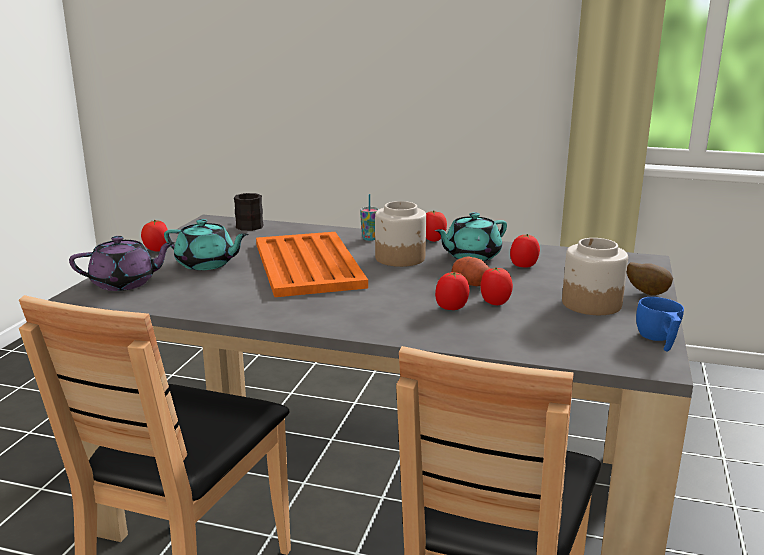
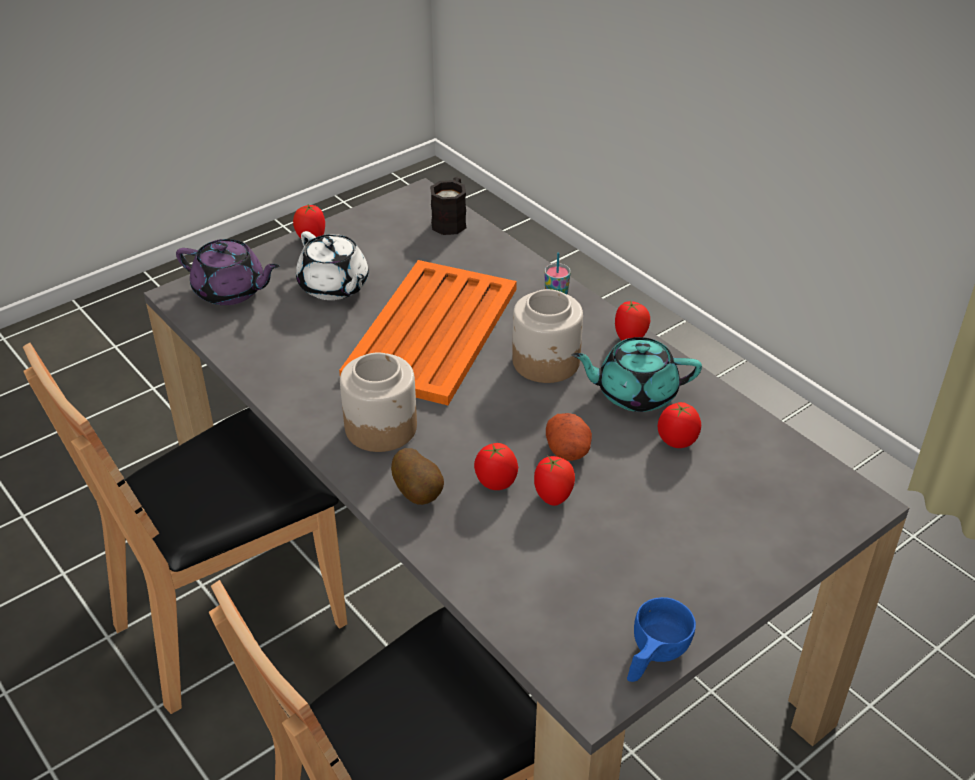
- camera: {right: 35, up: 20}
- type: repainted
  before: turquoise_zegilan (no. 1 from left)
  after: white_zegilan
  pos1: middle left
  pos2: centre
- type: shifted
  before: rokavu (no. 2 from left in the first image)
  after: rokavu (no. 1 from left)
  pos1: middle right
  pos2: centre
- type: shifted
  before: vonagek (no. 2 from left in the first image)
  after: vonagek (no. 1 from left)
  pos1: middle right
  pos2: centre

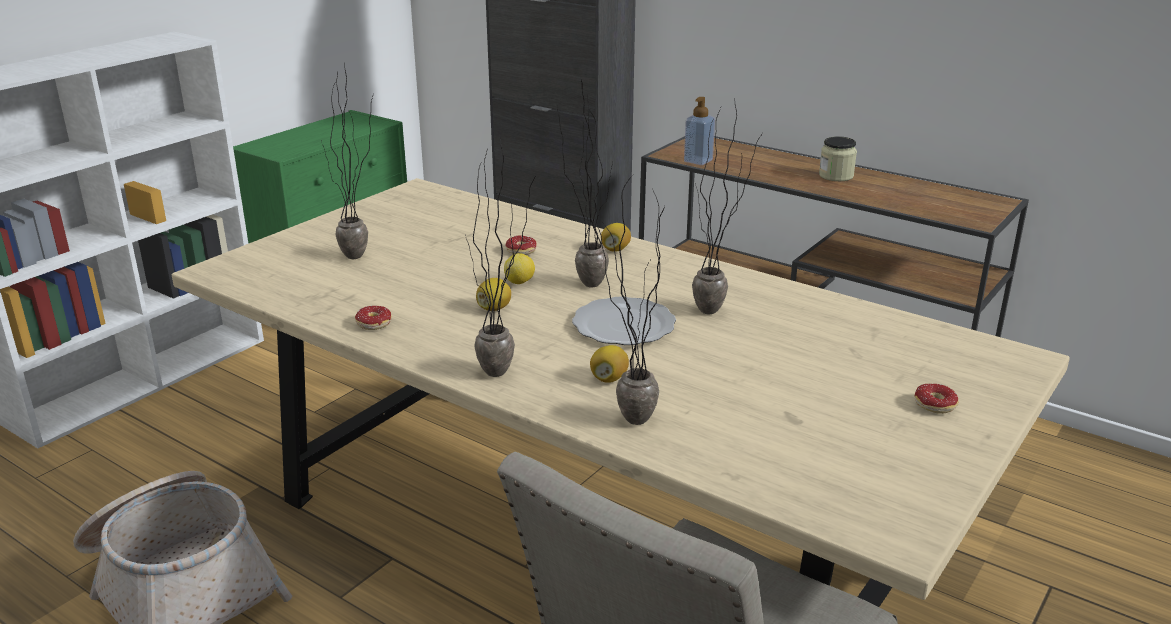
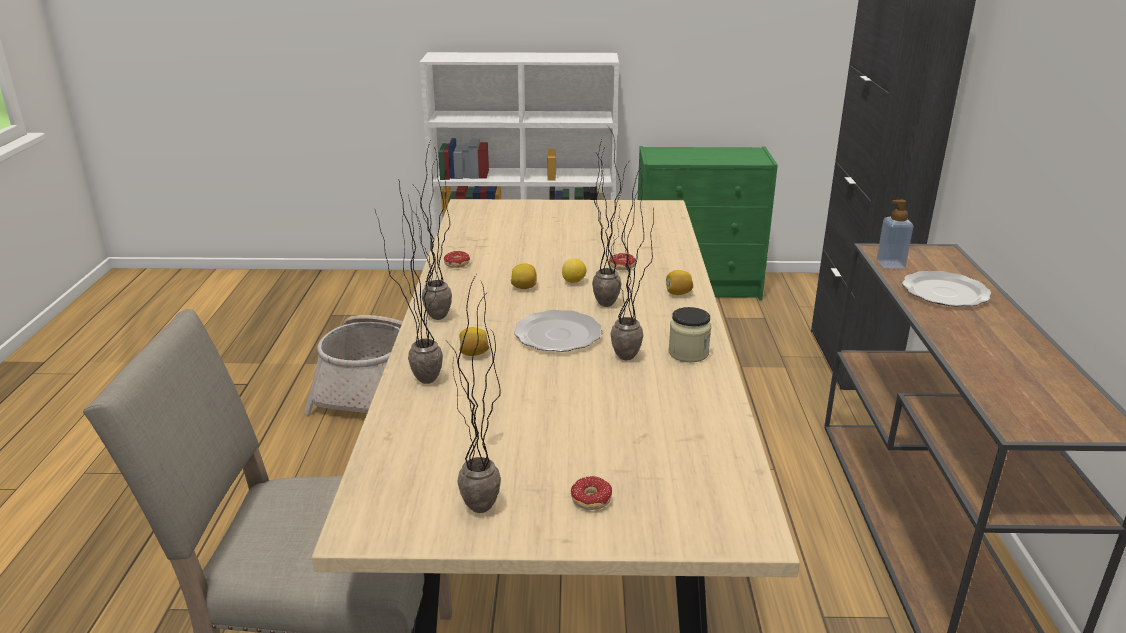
- camera: {right: 55, up: 0}
- type: shifted
  before: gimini (no. 1 from left in the first image)
  after: gimini (no. 3 from left)
  pos1: top left
  pos2: centre
- type: shifted
  before: rokavu
  pos1: top right
  pos2: centre
- type: new
  after: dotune (no. 2 from left)
  pos2: middle right

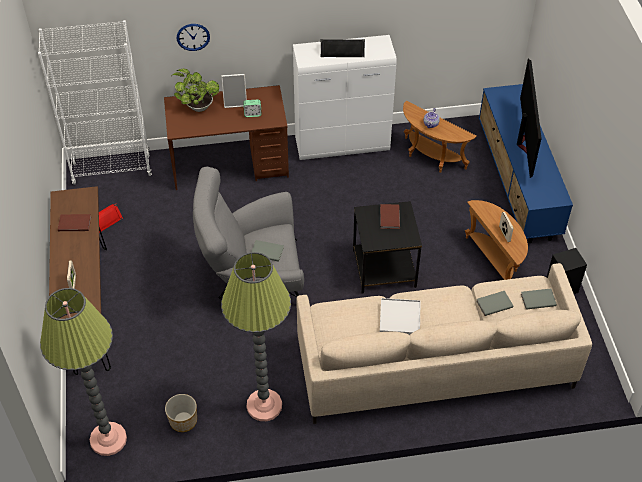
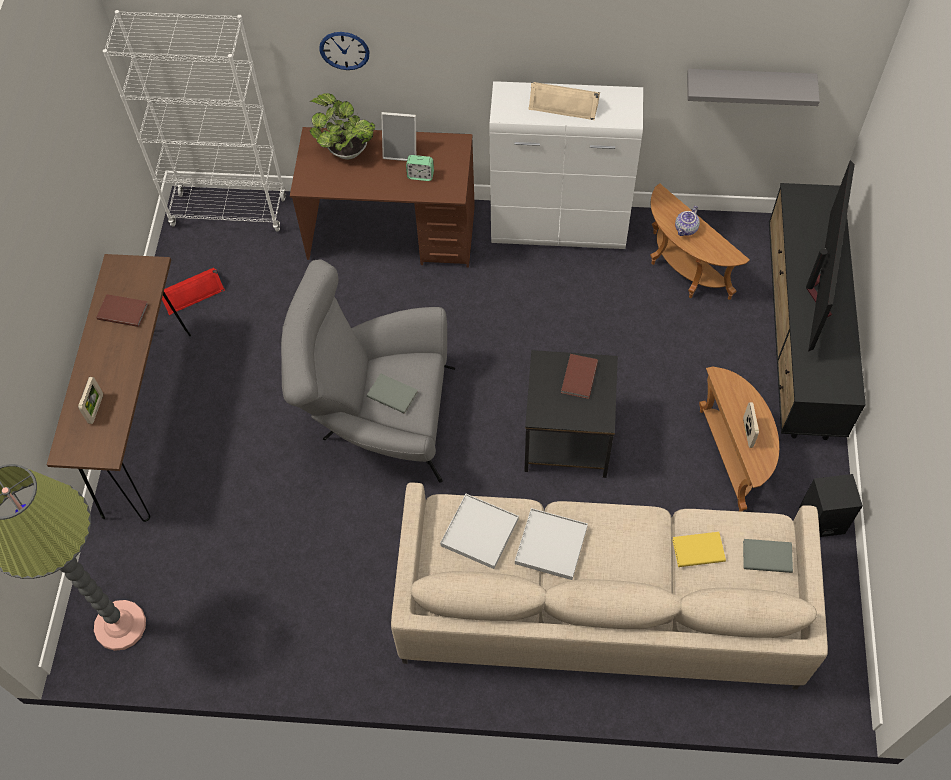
- camera: {right: 15, up: 10}
- type: gone
  before: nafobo
  pos1: bottom left
- type: gone
  before: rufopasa (no. 2 from left)
  pos1: bottom centre
- type: repainted
  before: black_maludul (no. 1 from left)
  after: beige_maludul
  pos1: top centre
  pos2: top centre
- type: repainted
  before: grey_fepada (no. 2 from left)
  after: yellow_fepada
  pos1: middle right
  pos2: bottom right
- type: repainted
  before: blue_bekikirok
  after: black_bekikirok
  pos1: middle right
  pos2: middle right
- type: new
  after: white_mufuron (no. 1 from left)
  pos2: bottom centre
- type: new
  after: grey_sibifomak
  pos2: top right

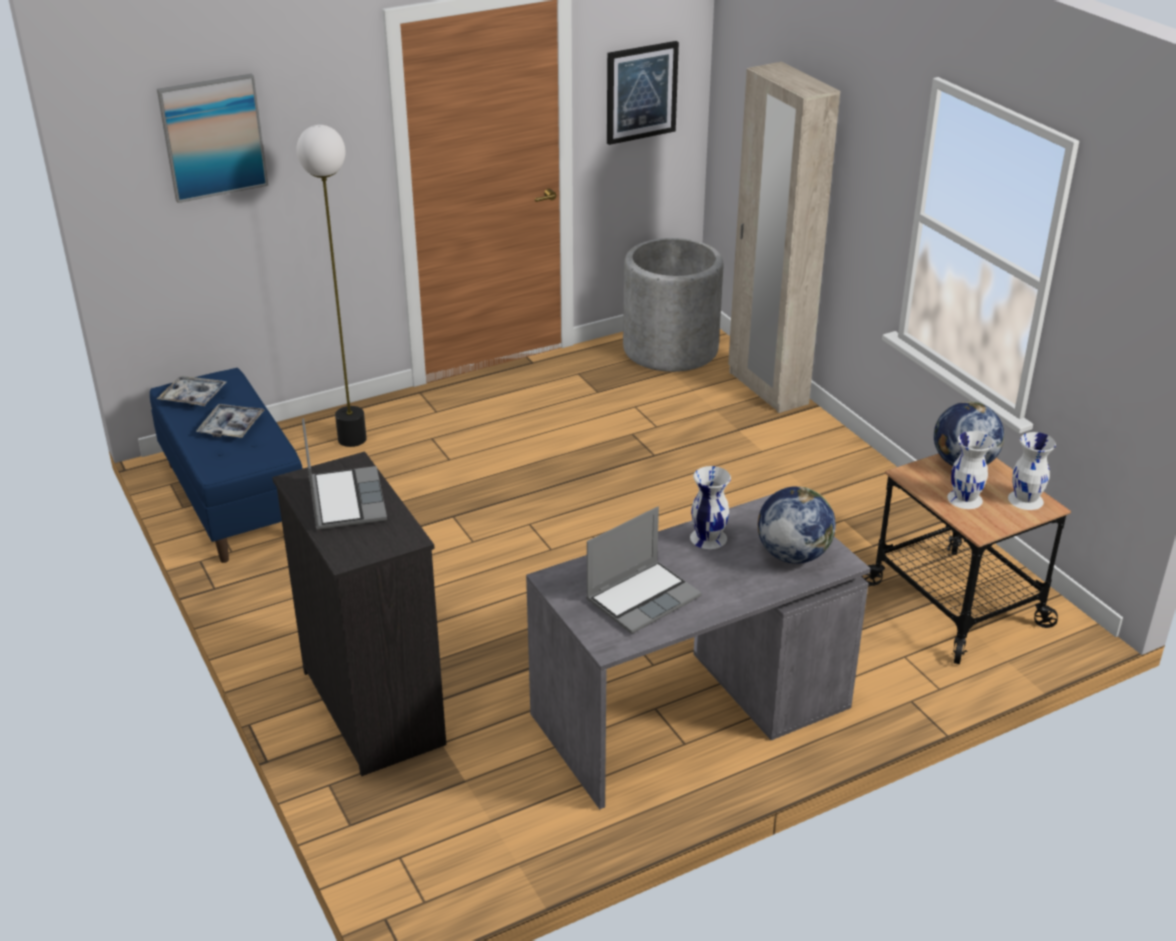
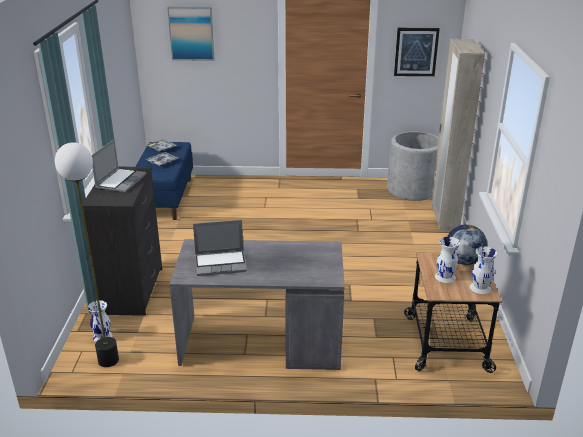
- camera: {right: 30, up: -5}
- type: shifted
  before: rufopasa
  pos1: top left
  pos2: middle left
- type: shifted
  before: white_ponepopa (no. 1 from left)
  pos1: centre
  pos2: bottom left
- type: gone
  before: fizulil (no. 1 from left)
  pos1: middle right

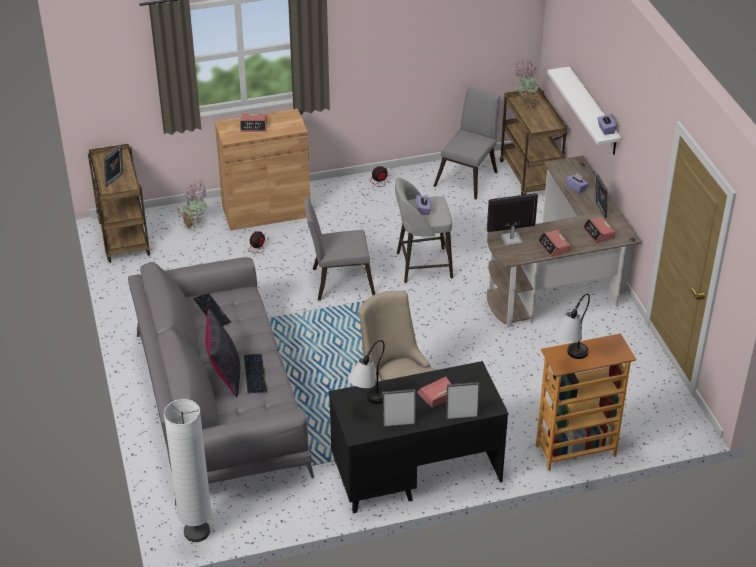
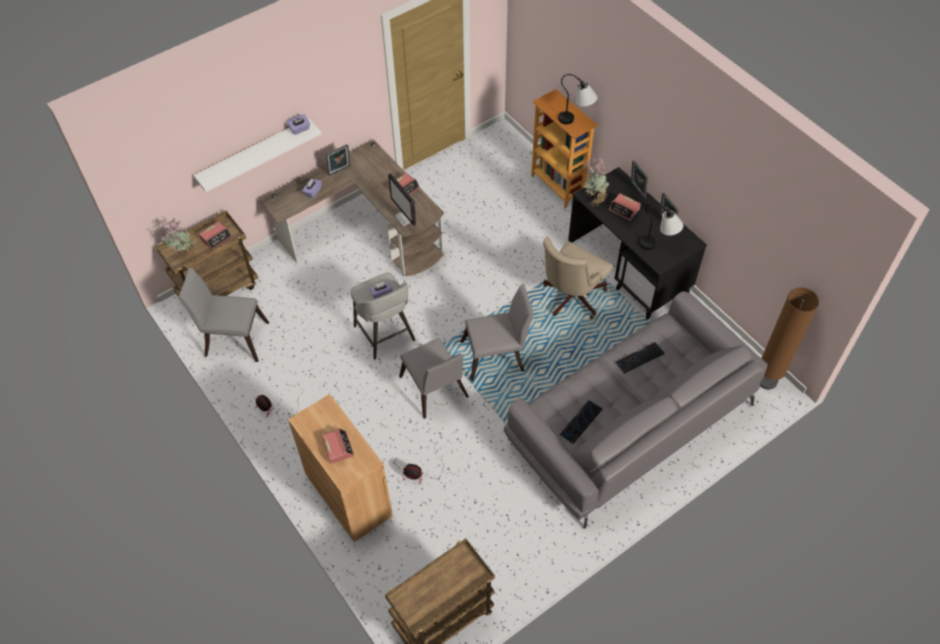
- camera: {right: -110, up: 15}
- type: gone
  before: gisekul (no. 1 from left)
  pos1: top left
- type: repainted
  before: white_rufopasa
  after: brown_rufopasa
  pos1: bottom left
  pos2: middle right
- type: shifted
  before: gimini (no. 1 from left in the first image)
  after: gimini (no. 2 from left)
  pos1: middle left
  pos2: top centre
- type: gone
  before: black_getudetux
  pos1: middle left
- type: shifted
  before: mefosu (no. 4 from left in the first image)
  after: mefosu (no. 1 from left)
  pos1: middle right
  pos2: middle left
- type: new
  after: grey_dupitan (no. 3 from left)
  pos2: centre

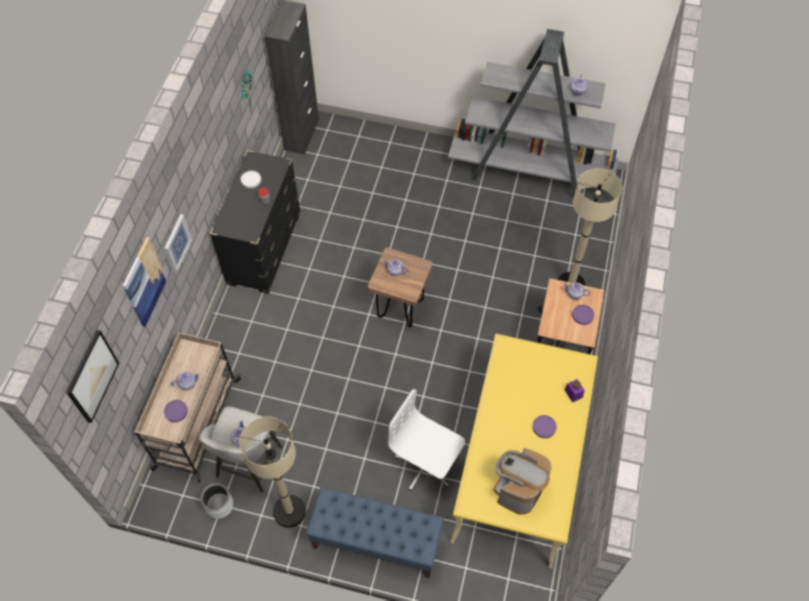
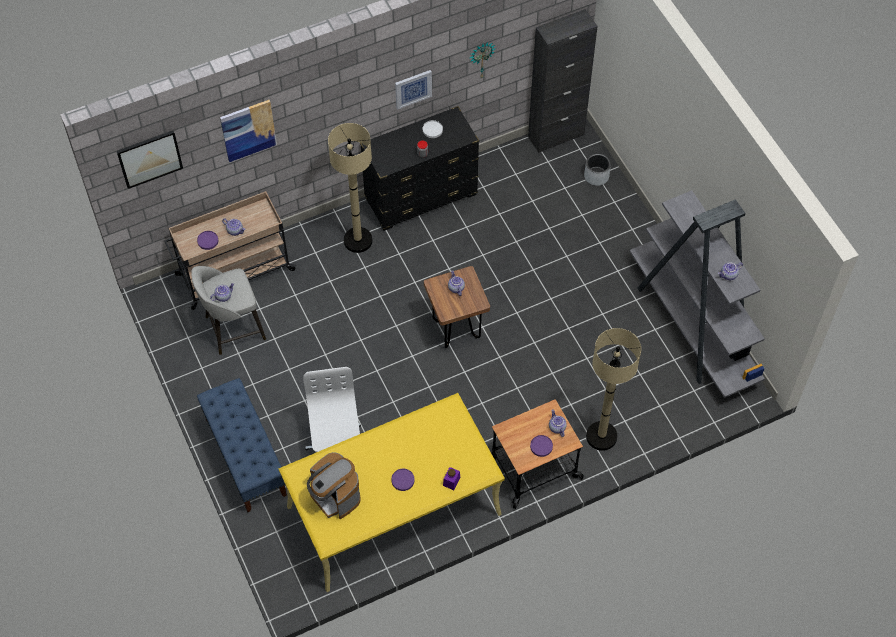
- camera: {right: 50, up: 0}
- type: shifted
  before: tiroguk (no. 3 from left)
  pos1: middle left
  pos2: top centre
- type: shifted
  before: grey_nafobo
  pos1: bottom left
  pos2: top centre
- type: shifted
  before: beige_rufopasa (no. 1 from left)
  pos1: bottom centre
  pos2: top centre
- type: rotated
  before: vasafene
  pos1: bottom centre
  pos2: bottom centre
  turn: -120

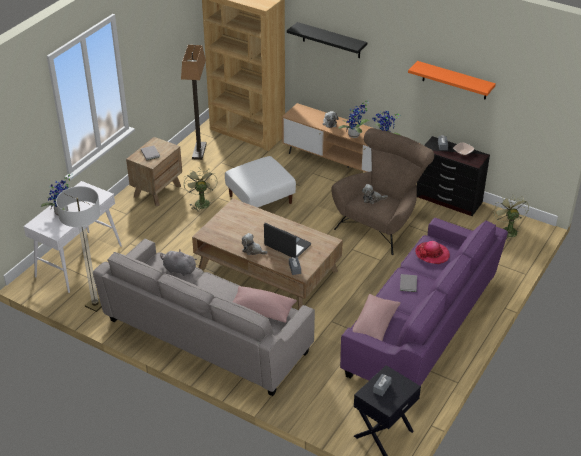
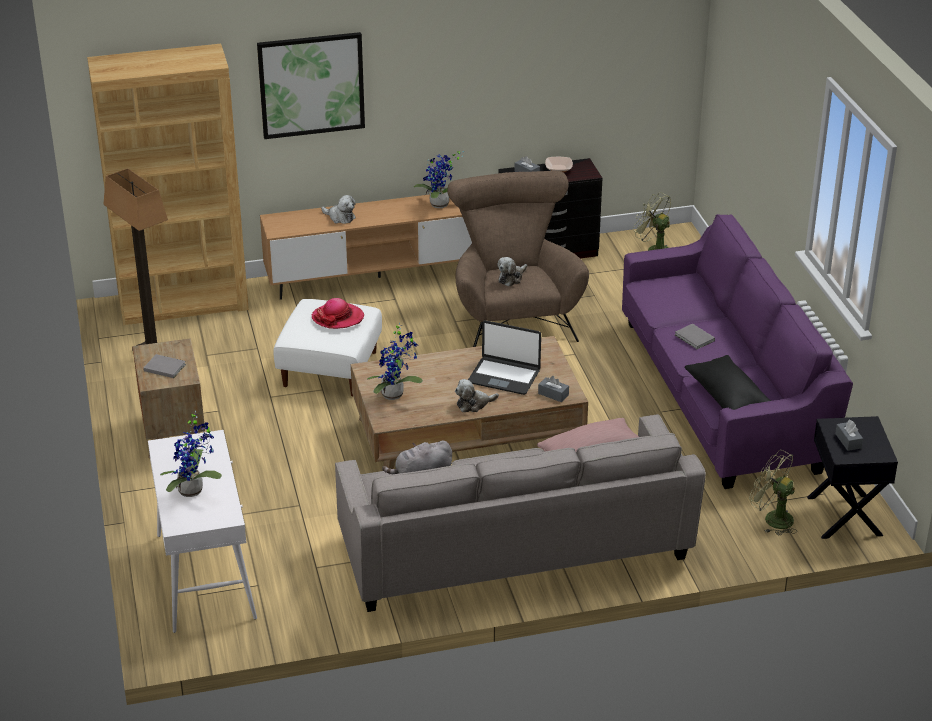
- camera: {right: -45, up: -5}
- type: gone
  before: rufopasa (no. 1 from left)
  pos1: middle left
- type: shifted
  before: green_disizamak (no. 1 from left in the first image)
  after: green_disizamak (no. 2 from left)
  pos1: centre
  pos2: bottom right
- type: rotated
  before: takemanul
  pos1: centre
  pos2: centre
  turn: -150
- type: swapped
  before: black_sibifomak
  after: tiroguk
  pos1: top centre
  pos2: top centre
- type: shifted
  before: gimini (no. 2 from left)
  pos1: top centre
  pos2: centre
- type: repainted
  before: pink_getudetux (no. 2 from left)
  after: black_getudetux
  pos1: bottom centre
  pos2: middle right
- type: gone
  before: orange_sibifomak
  pos1: top right
- type: shifted
  before: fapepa
  pos1: middle right
  pos2: centre

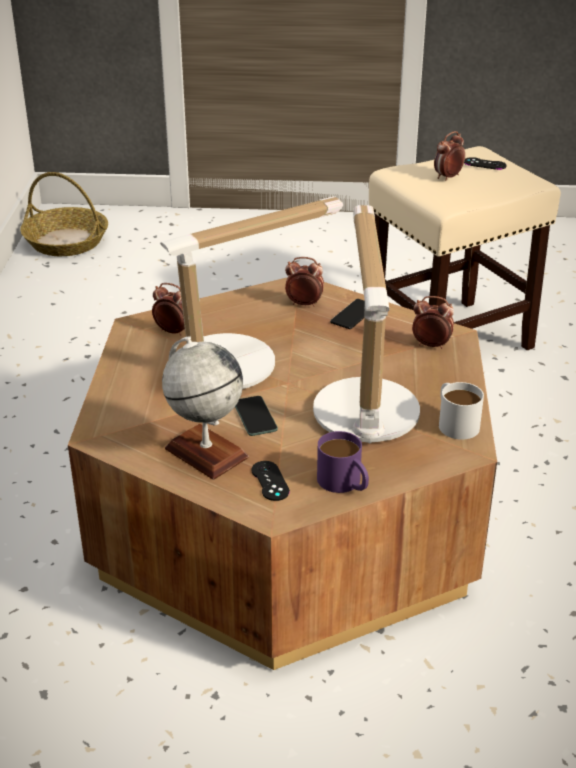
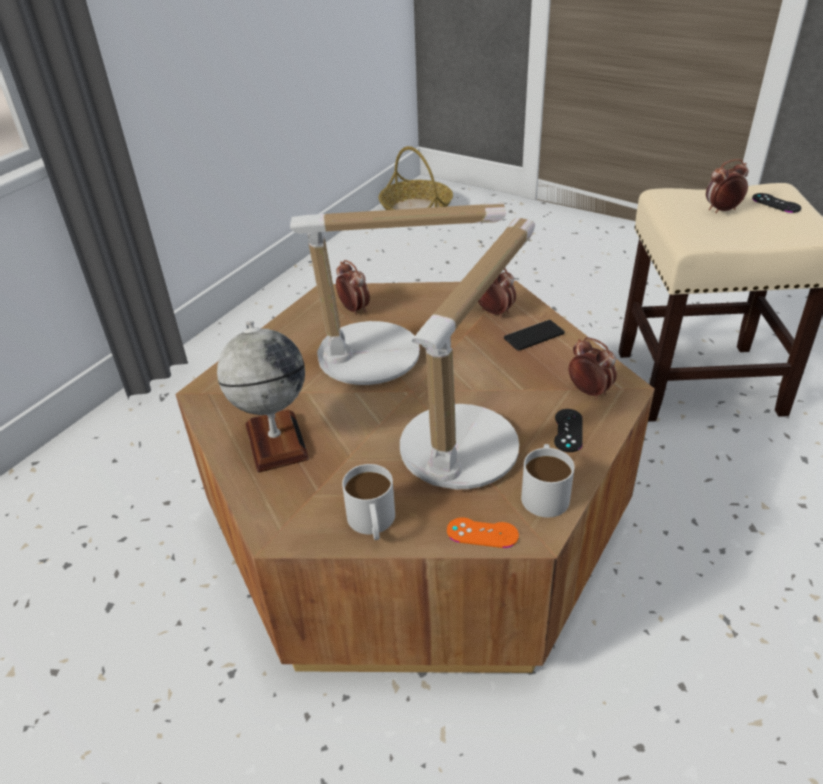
- camera: {right: 30, up: 5}
- type: gone
  before: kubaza (no. 1 from left)
  pos1: centre
- type: shifted
  before: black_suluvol (no. 1 from left)
  pos1: centre
  pos2: middle right
- type: repainted
  before: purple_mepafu
  after: white_mepafu (no. 1 from left)
  pos1: centre
  pos2: centre
- type: new
  after: orange_suluvol
  pos2: bottom centre

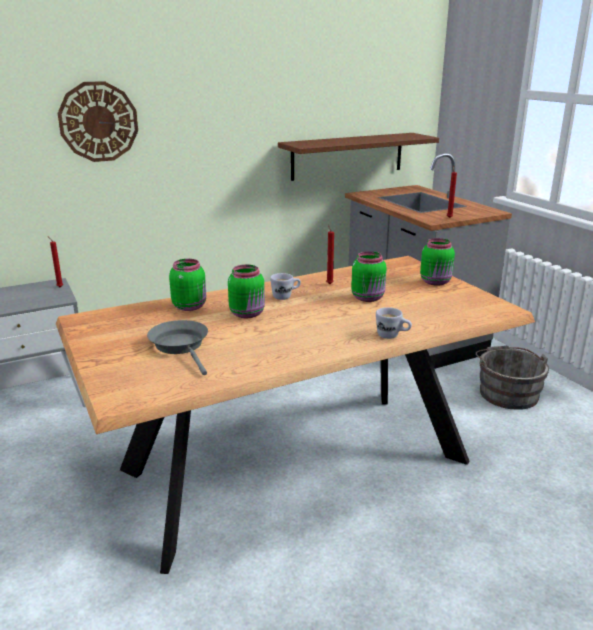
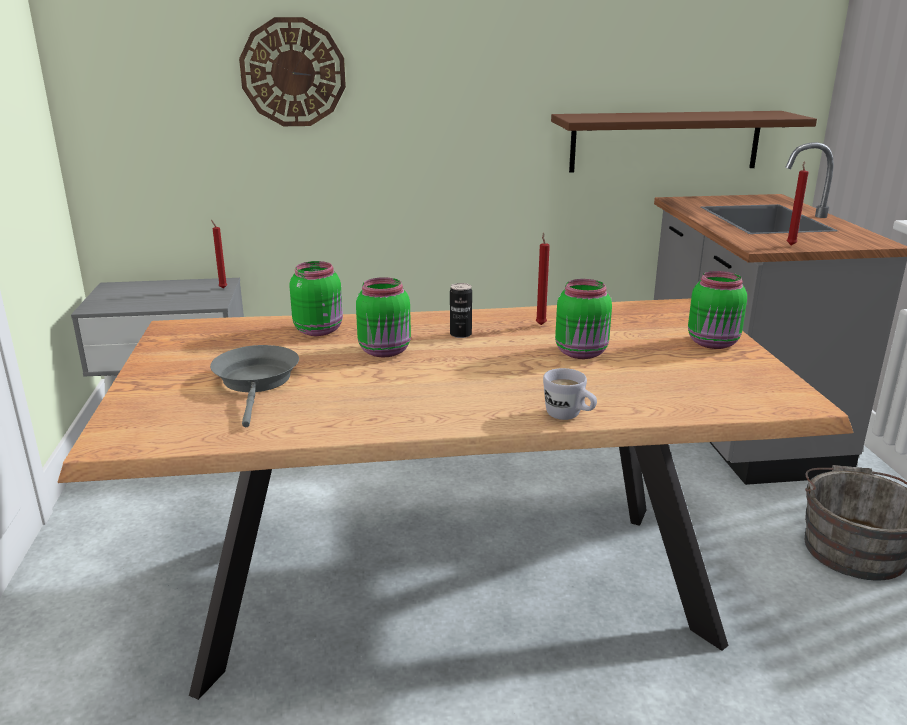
- camera: {right: 20, up: 0}
- type: swapped
  before: white_mepafu (no. 1 from left)
  after: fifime
  pos1: centre
  pos2: centre

